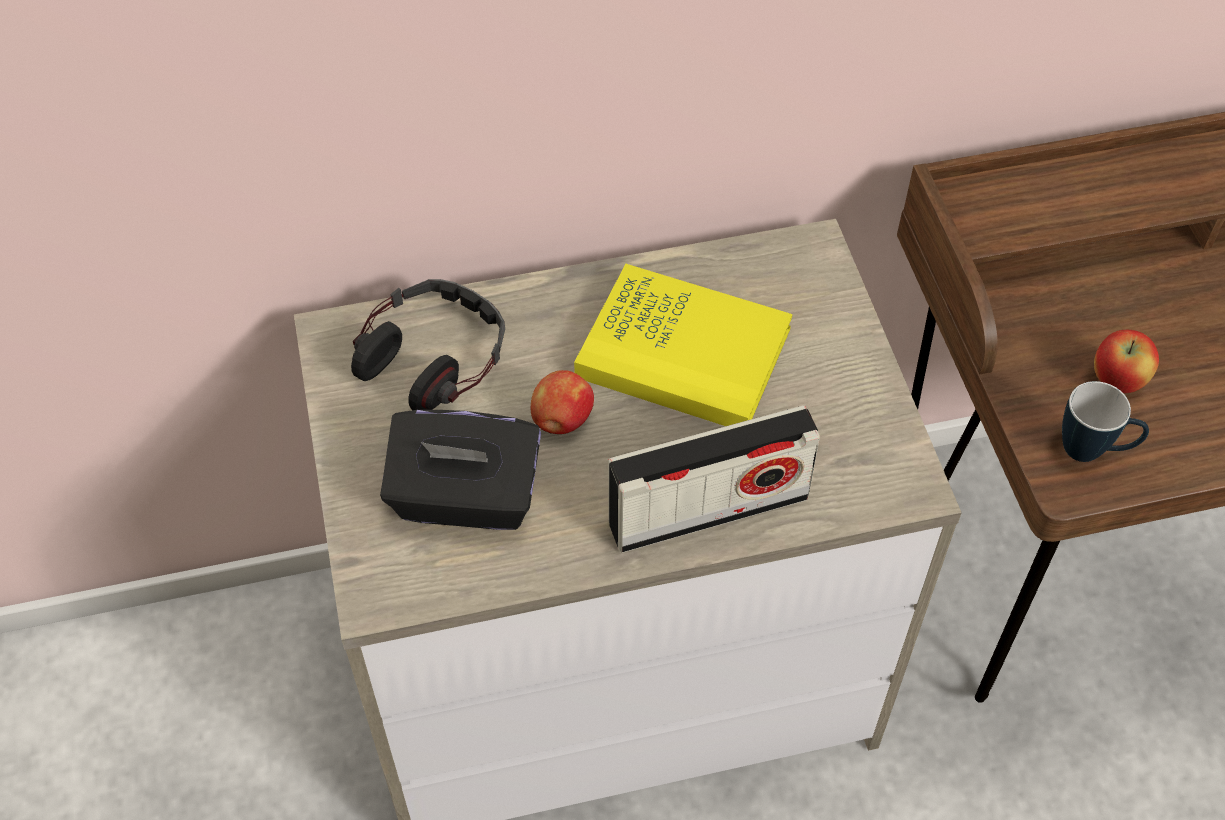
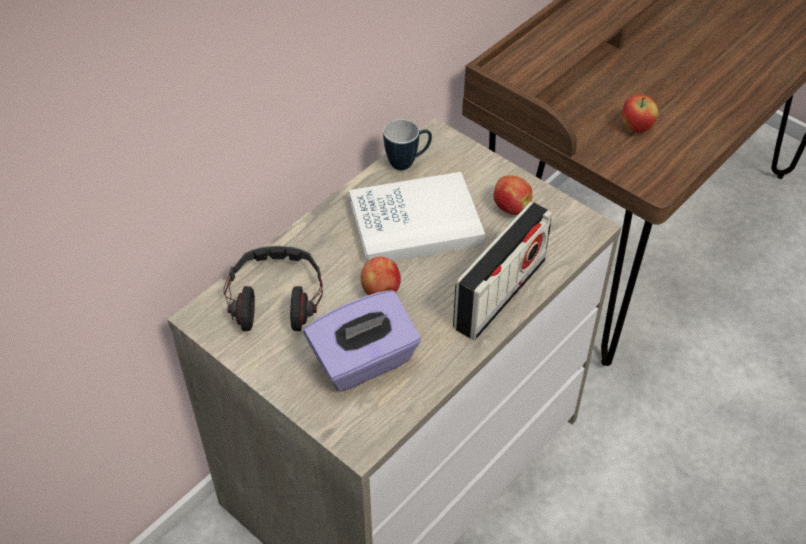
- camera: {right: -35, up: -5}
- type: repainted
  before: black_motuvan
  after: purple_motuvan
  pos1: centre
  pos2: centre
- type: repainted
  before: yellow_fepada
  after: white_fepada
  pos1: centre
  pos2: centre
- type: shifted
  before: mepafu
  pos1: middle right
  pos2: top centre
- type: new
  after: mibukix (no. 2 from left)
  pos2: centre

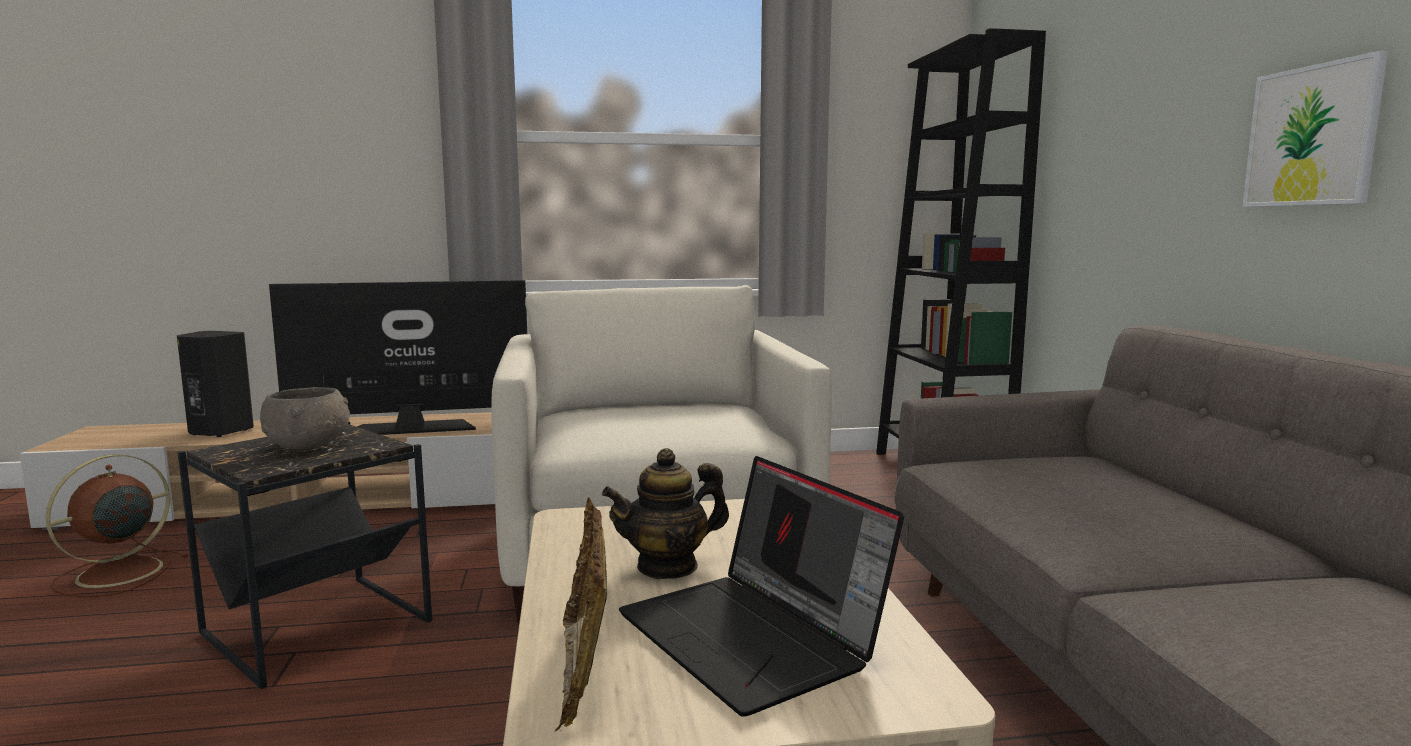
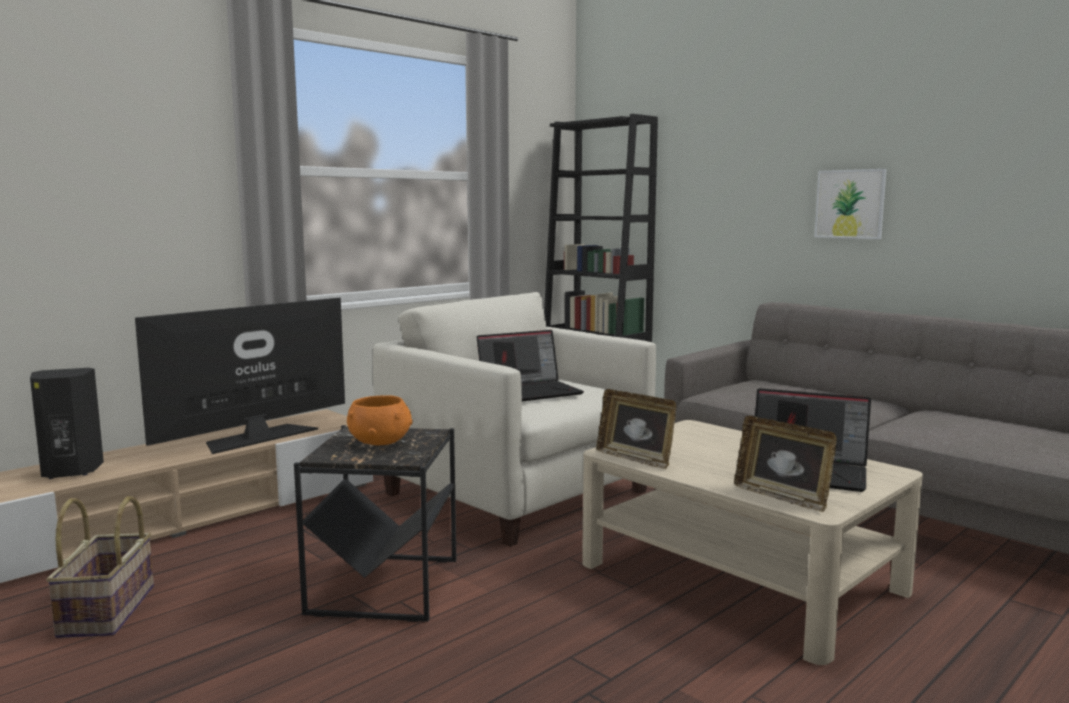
- camera: {right: -35, up: 0}
- type: swapped
  before: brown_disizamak
  after: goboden
  pos1: bottom left
  pos2: bottom left
- type: repainted
  before: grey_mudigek
  after: orange_mudigek
  pos1: middle left
  pos2: centre
- type: gone
  before: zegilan
  pos1: bottom centre
- type: new
  after: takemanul (no. 1 from left)
  pos2: centre
- type: new
  after: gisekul (no. 1 from left)
  pos2: centre

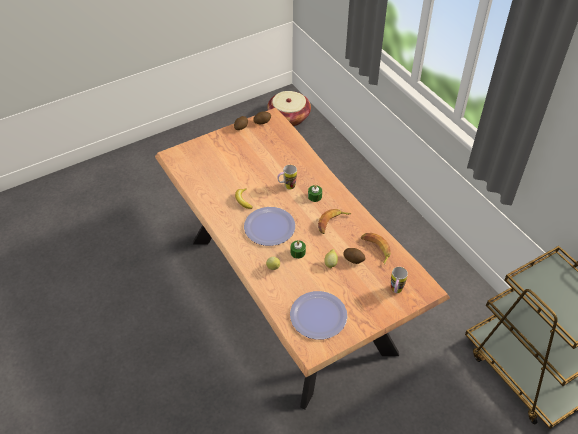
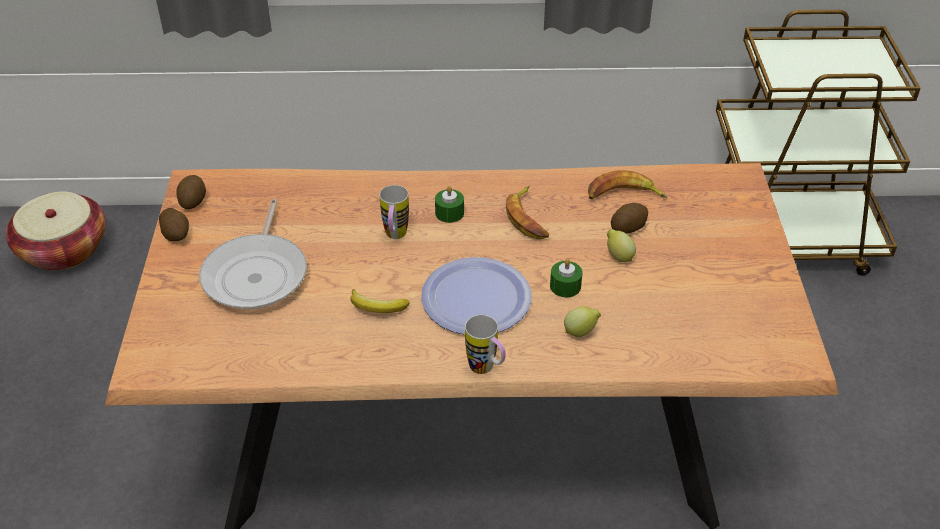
- camera: {right: -60, up: -5}
- type: gone
  before: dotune (no. 2 from left)
  pos1: bottom centre
- type: shifted
  before: mepafu (no. 2 from left)
  pos1: middle right
  pos2: centre
- type: new
  after: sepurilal
  pos2: middle left

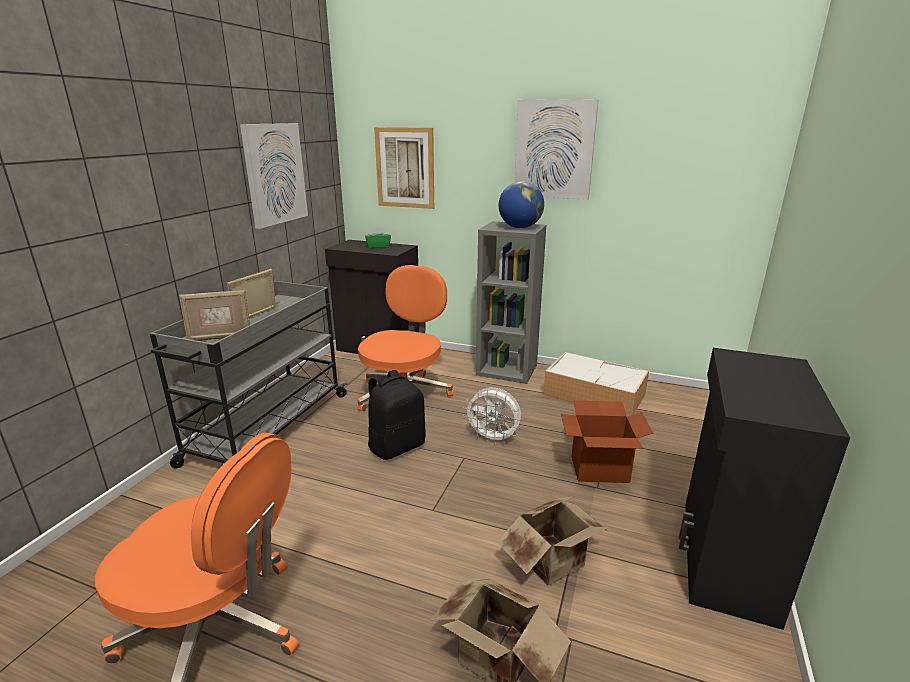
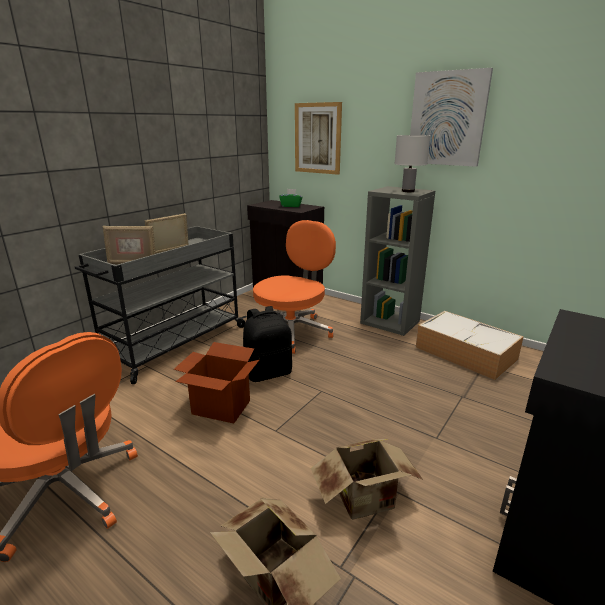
- camera: {right: 15, up: 0}
- type: gone
  before: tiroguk (no. 1 from left)
  pos1: top left
- type: gone
  before: white_disizamak
  pos1: centre
- type: swapped
  before: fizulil
  after: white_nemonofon
  pos1: top centre
  pos2: top right
- type: shifted
  before: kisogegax (no. 3 from left in the first image)
  after: kisogegax (no. 1 from left)
  pos1: middle right
  pos2: centre

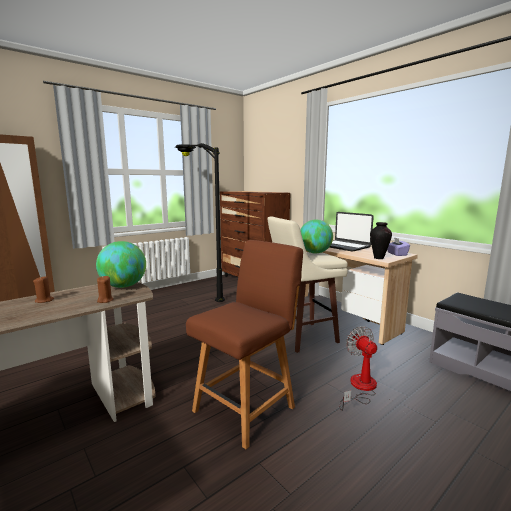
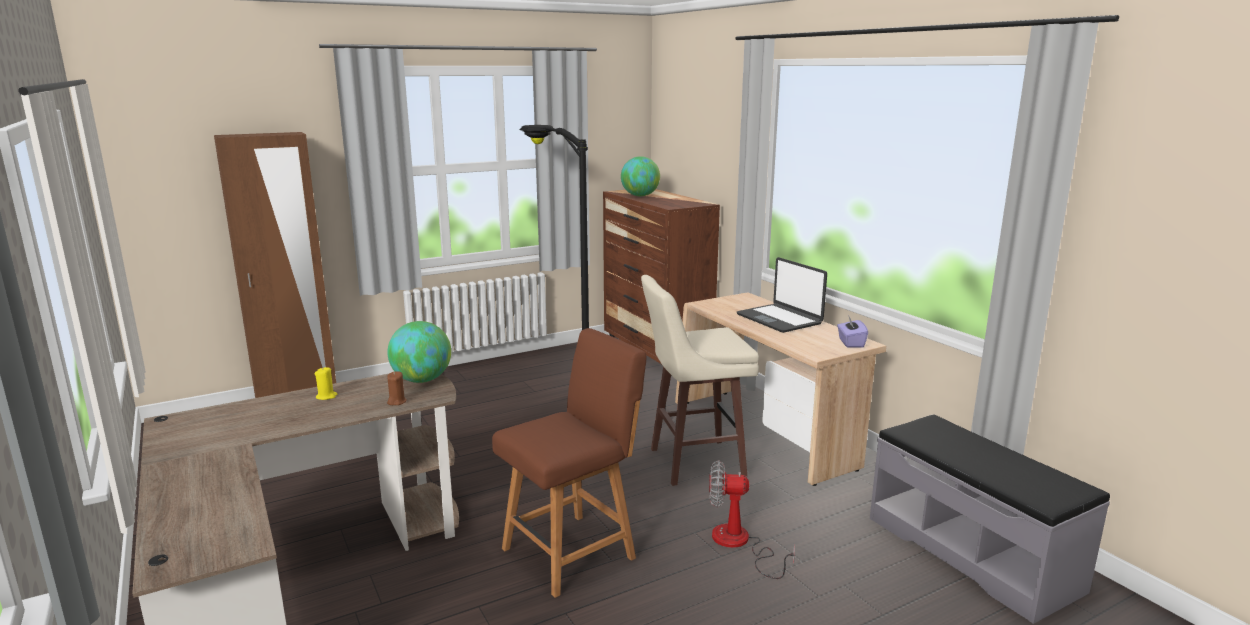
- camera: {right: 10, up: 5}
- type: repainted
  before: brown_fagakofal (no. 1 from left)
  after: yellow_fagakofal
  pos1: middle left
  pos2: middle left
- type: shifted
  before: fizulil (no. 2 from left)
  pos1: centre
  pos2: top centre
- type: rotated
  before: disizamak
  pos1: bottom right
  pos2: bottom centre
  turn: -75
- type: gone
  before: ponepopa
  pos1: middle right

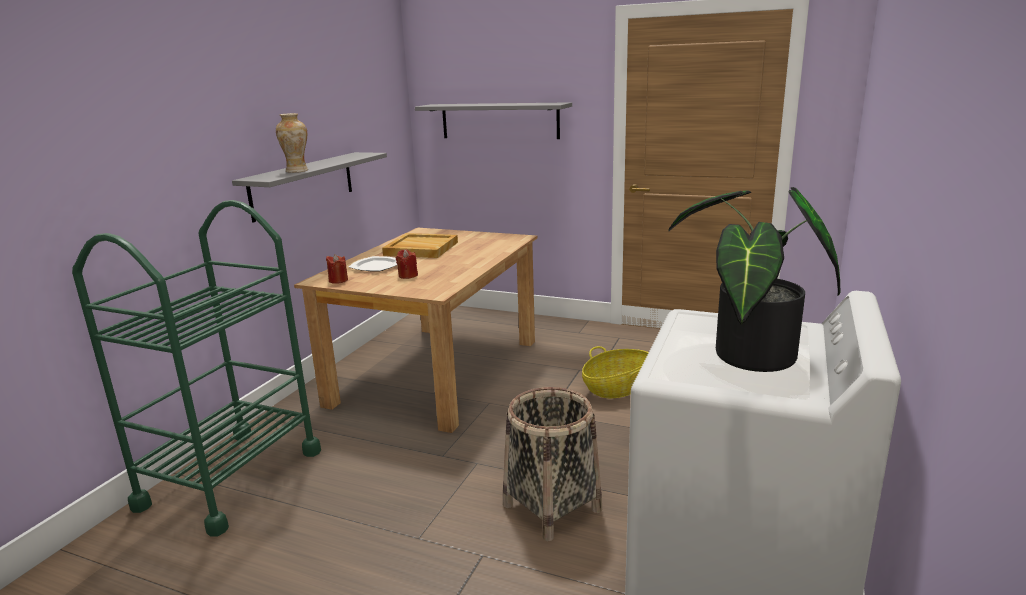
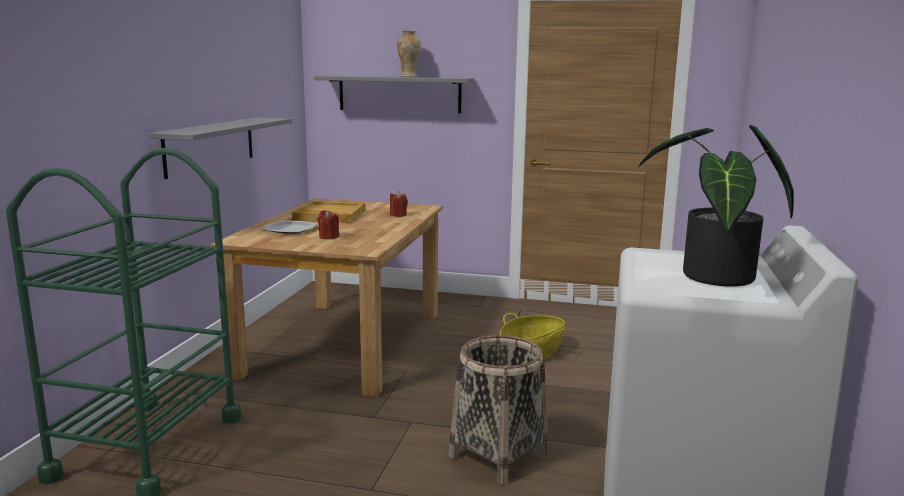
- camera: {right: -10, up: -5}
- type: shifted
  before: ponepopa
  pos1: top left
  pos2: top centre
- type: shifted
  before: red_fagakofal (no. 1 from left in the first image)
  after: red_fagakofal (no. 2 from left)
  pos1: middle left
  pos2: centre

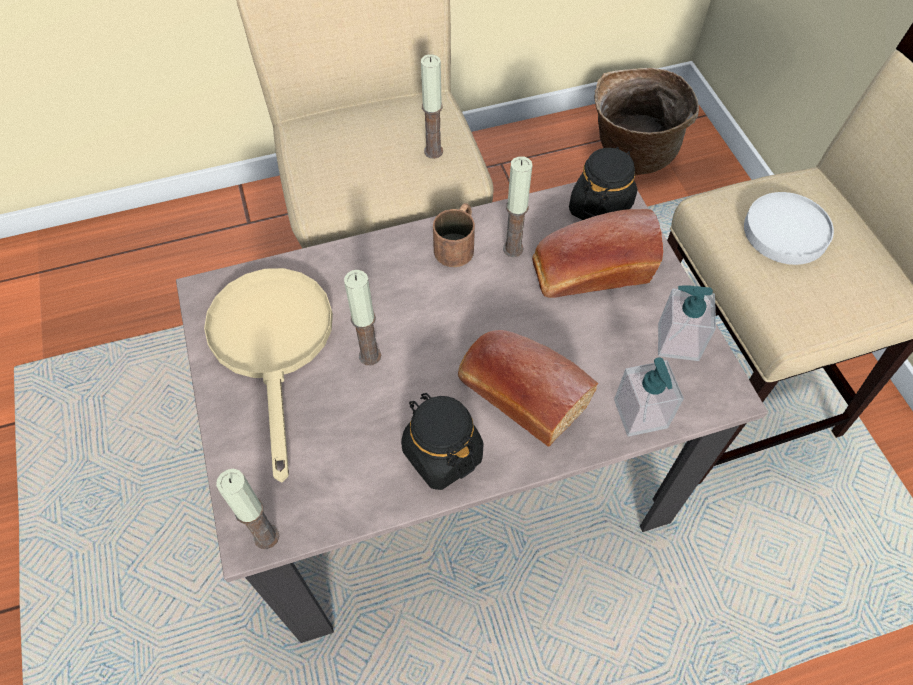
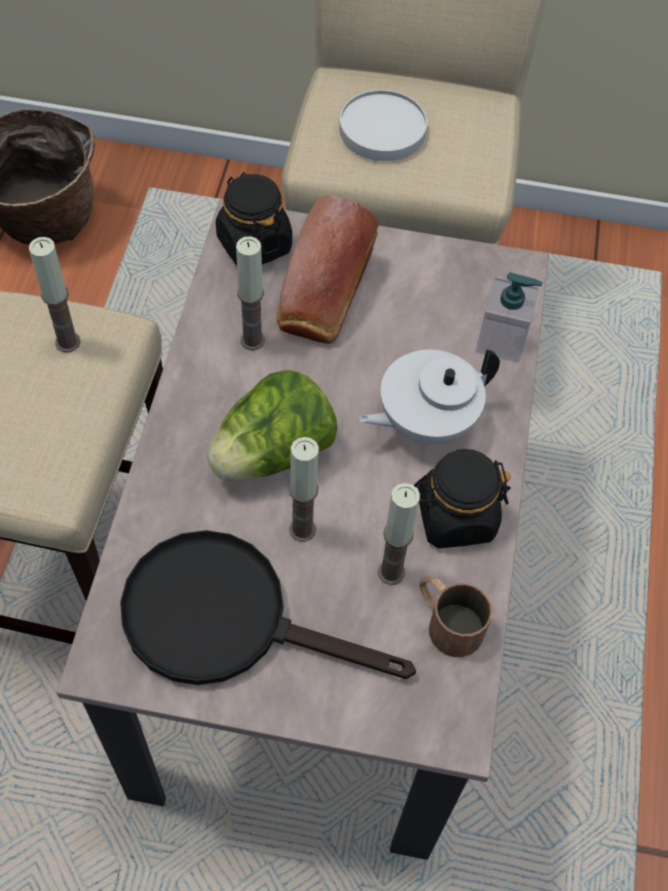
- camera: {right: -65, up: 0}
- type: repainted
  before: beige_sepurilal
  after: black_sepurilal
  pos1: middle left
  pos2: bottom centre
- type: shifted
  before: fagakofal (no. 1 from left in the first image)
  after: fagakofal (no. 4 from left)
  pos1: bottom left
  pos2: centre
- type: shifted
  before: brown_mepafu
  pos1: centre
  pos2: bottom right
- type: swapped
  before: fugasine (no. 1 from left)
  after: white_zegilan
  pos1: centre
  pos2: centre
- type: gone
  before: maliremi (no. 2 from left)
  pos1: middle right
- type: new
  after: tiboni
  pos2: centre

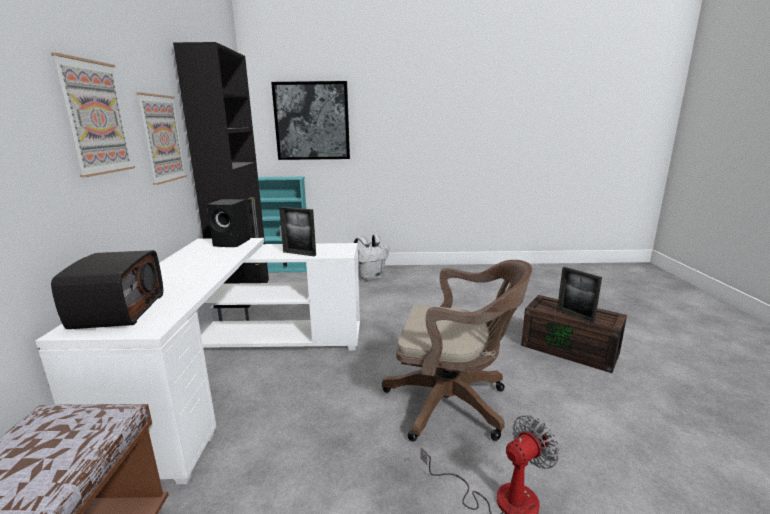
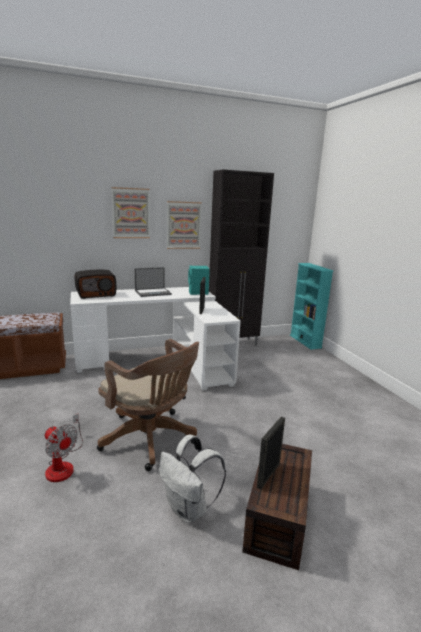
- camera: {right: 70, up: 0}
- type: repainted
  before: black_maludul
  after: turquoise_maludul
  pos1: middle left
  pos2: centre
- type: gone
  before: tiroguk (no. 3 from left)
  pos1: top centre
- type: shifted
  before: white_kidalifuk
  pos1: centre
  pos2: bottom centre
- type: rotated
  before: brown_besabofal
  pos1: bottom centre
  pos2: centre
  turn: -45
- type: new
  after: takemanul
  pos2: centre

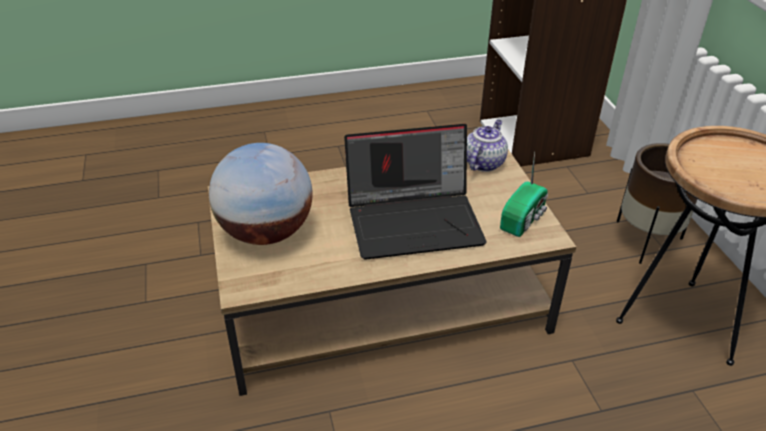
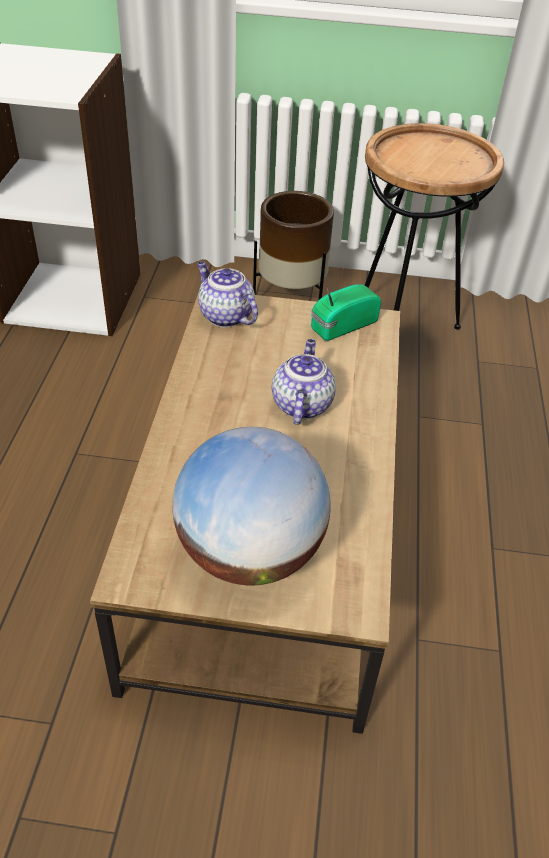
- camera: {right: -70, up: 5}
- type: swapped
  before: takemanul
  after: zegilan (no. 2 from left)
  pos1: centre
  pos2: centre
- type: rotated
  before: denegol
  pos1: middle right
  pos2: centre
  turn: -90

